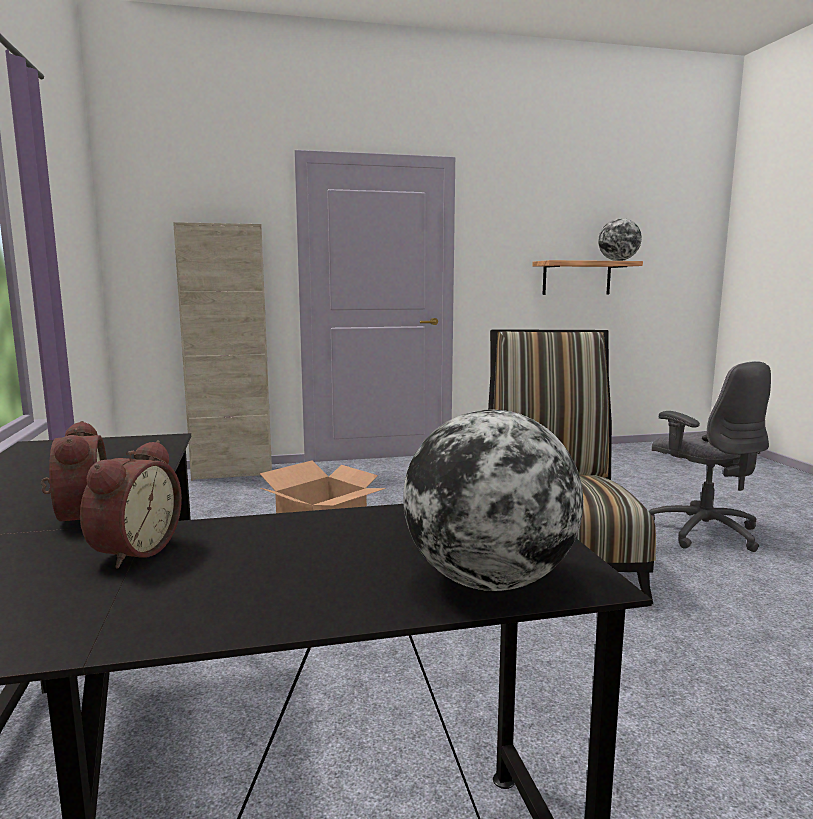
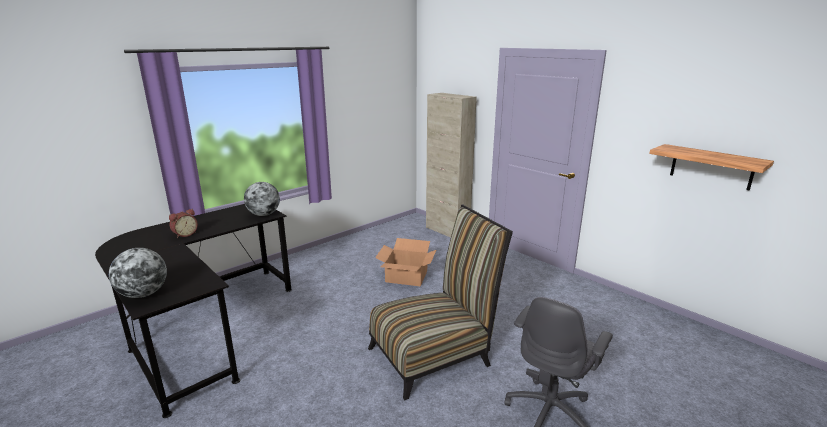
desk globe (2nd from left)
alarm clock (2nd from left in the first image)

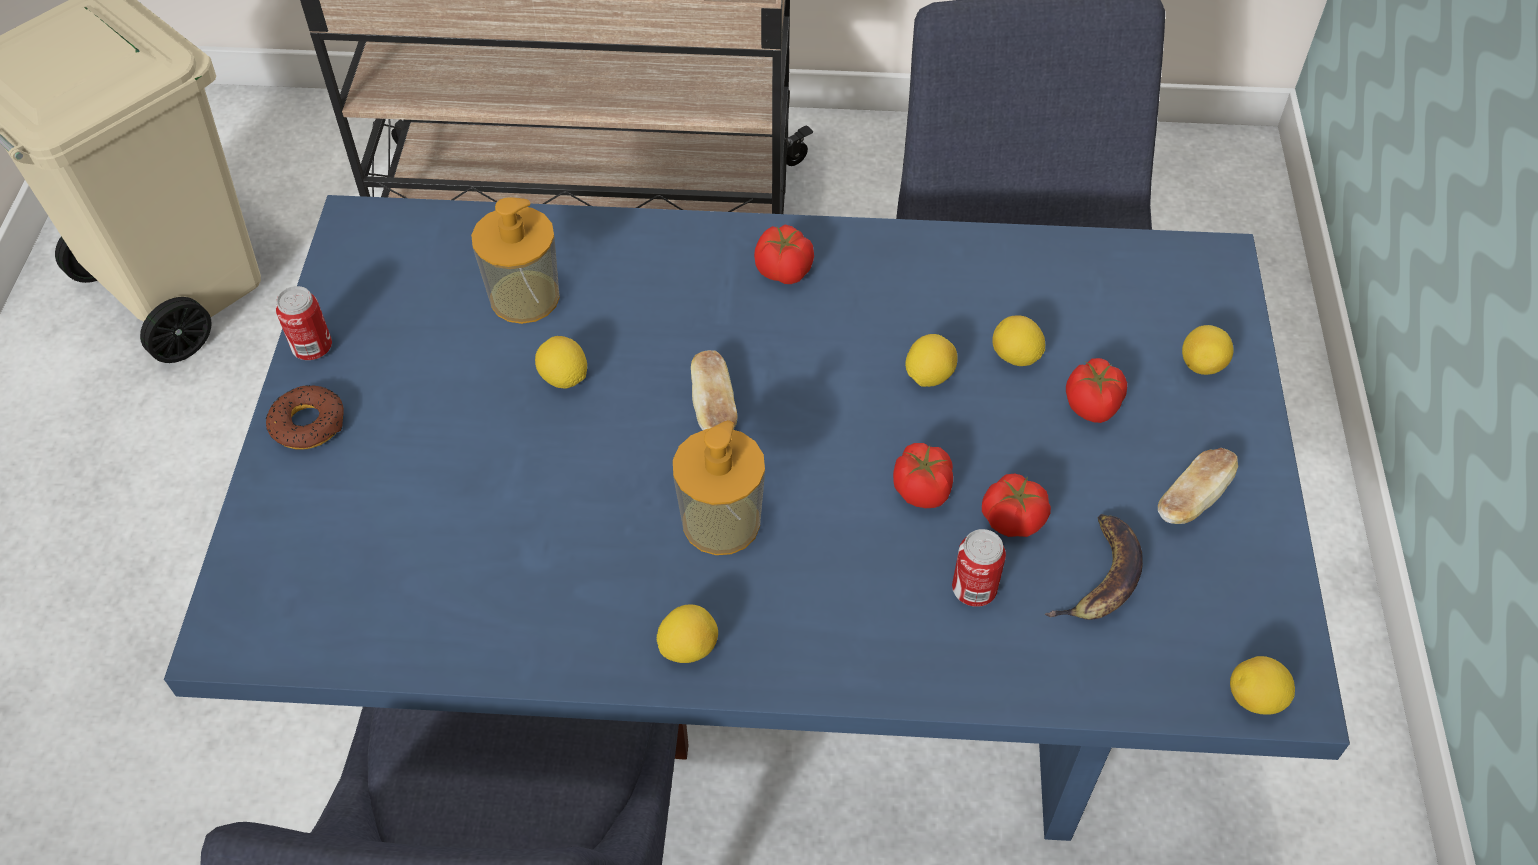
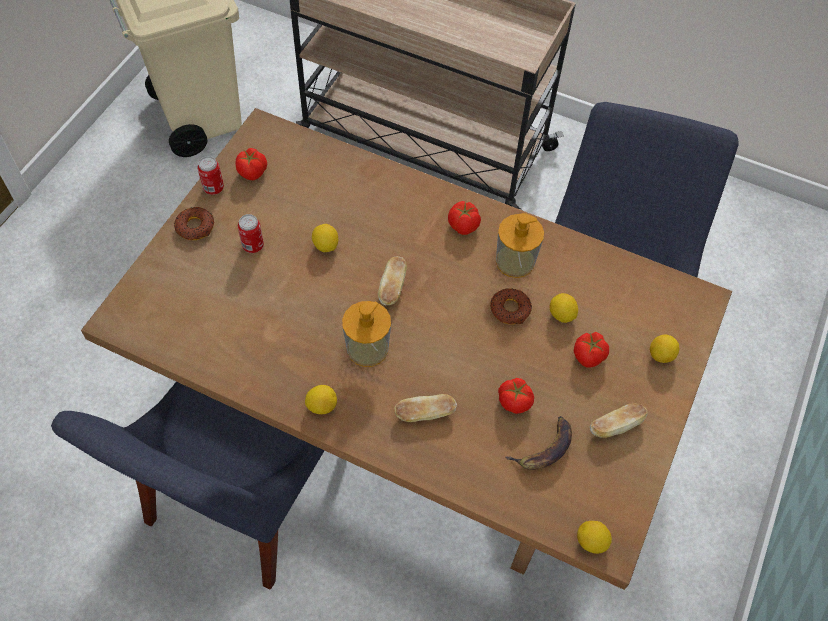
brown-coloured kitchen table
soap dispenser (2nd from left)
donut (2nd from left)
fresh tomato (1st from left)
sealed can (2nd from left)
baked bread (2nd from left)

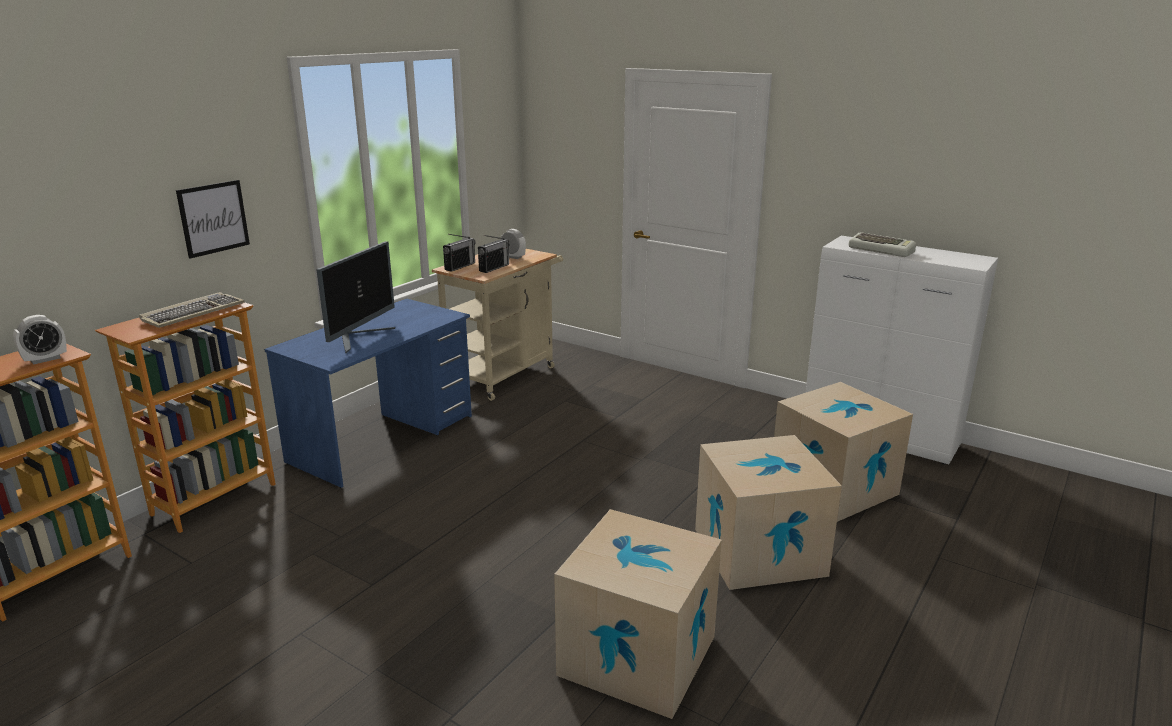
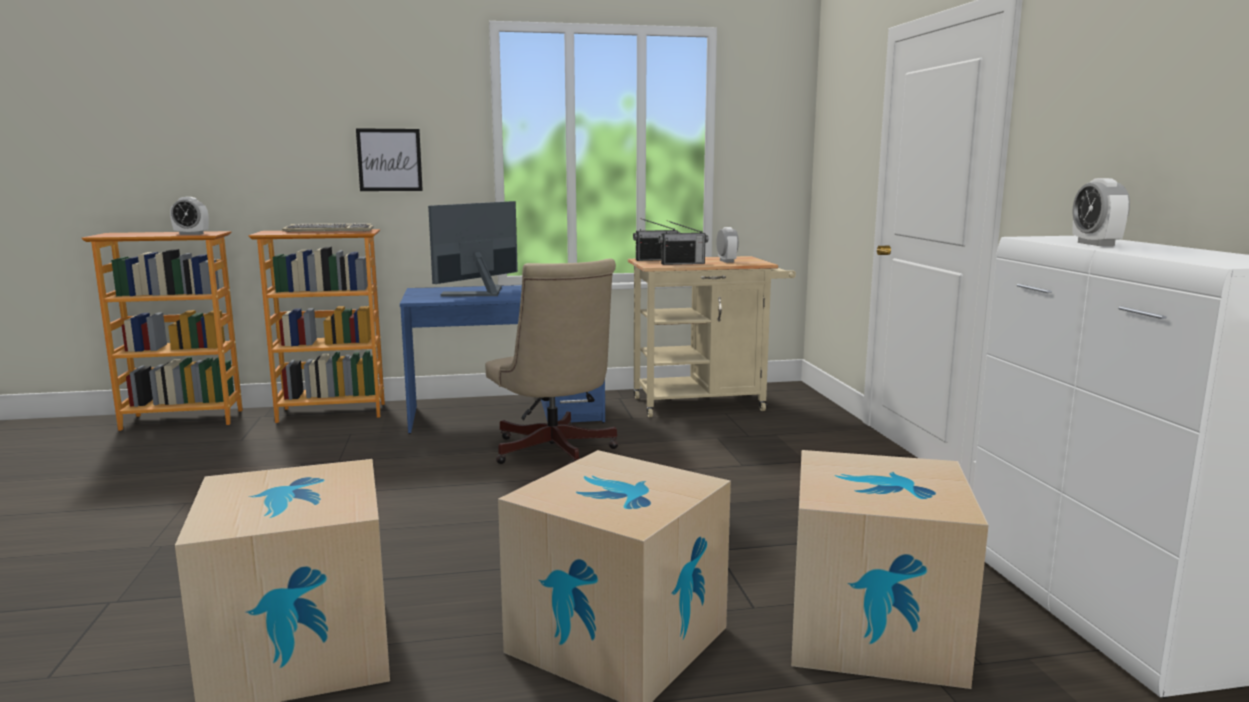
alarm clock (3rd from left)
monitor
beige office chair

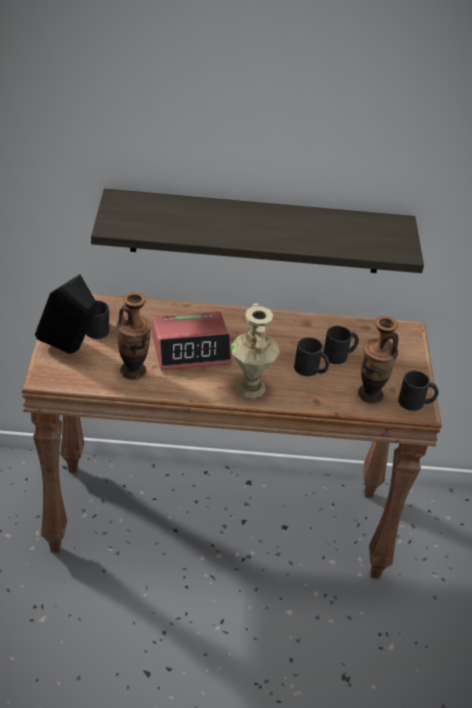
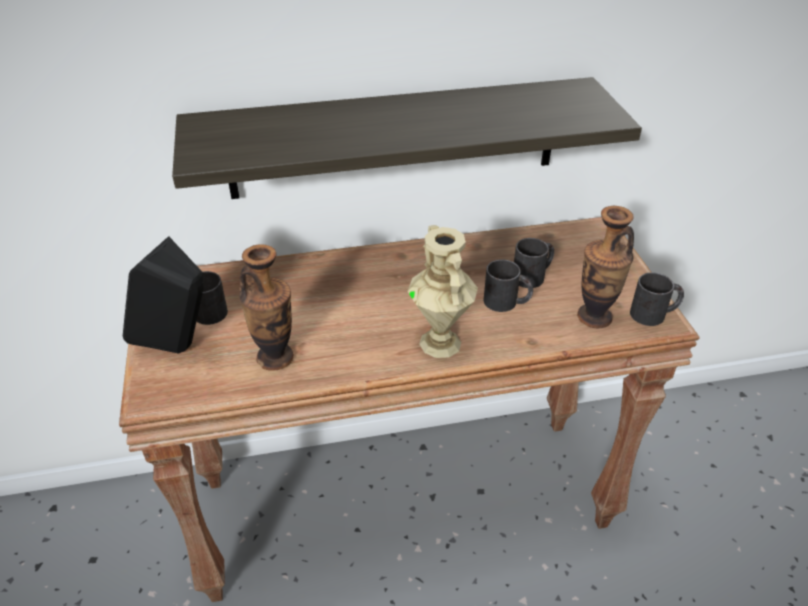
alarm clock

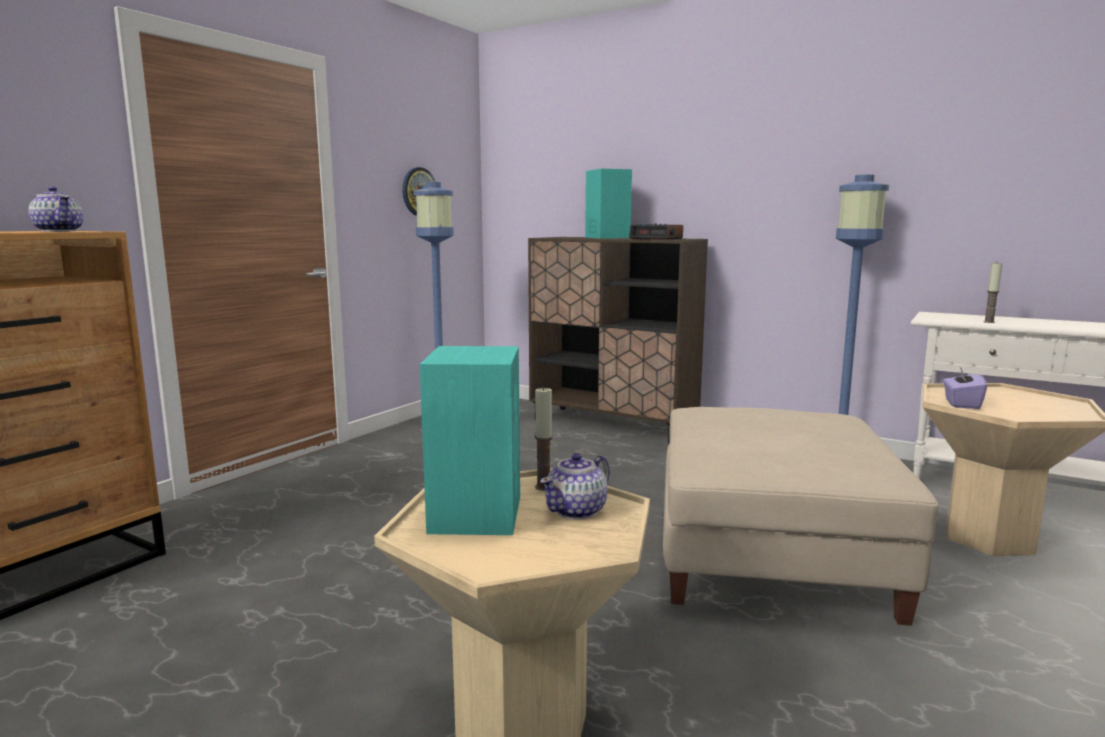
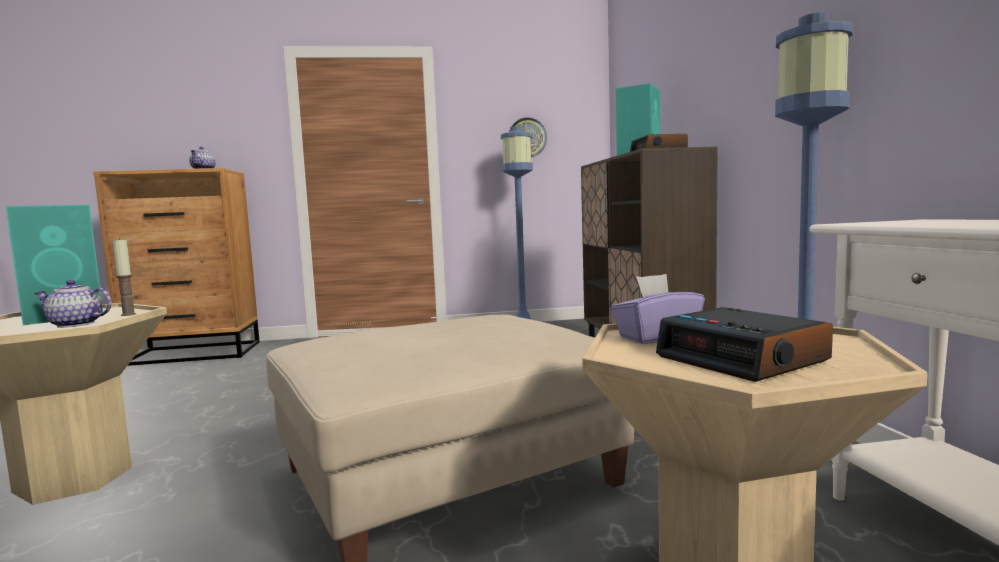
wax candle (2nd from left in the first image)
alarm clock (2nd from left)

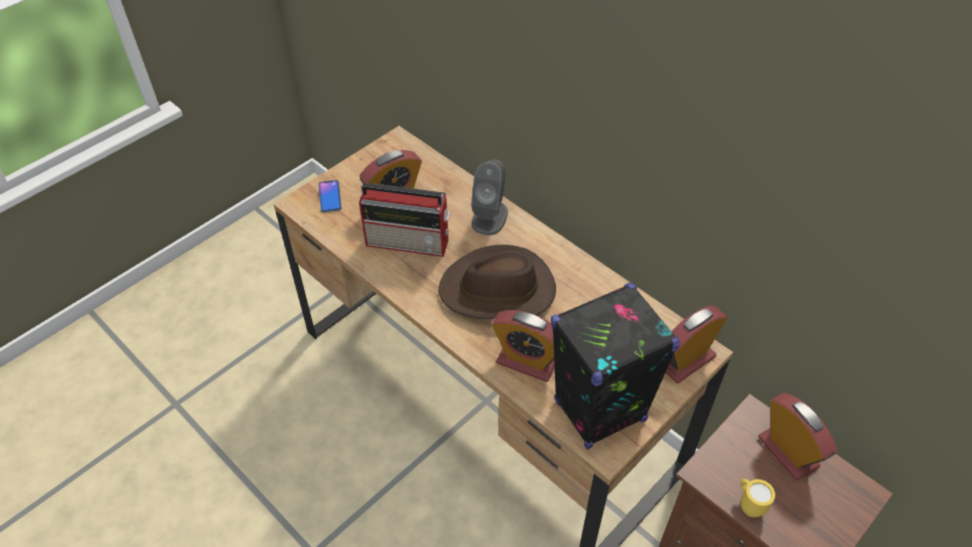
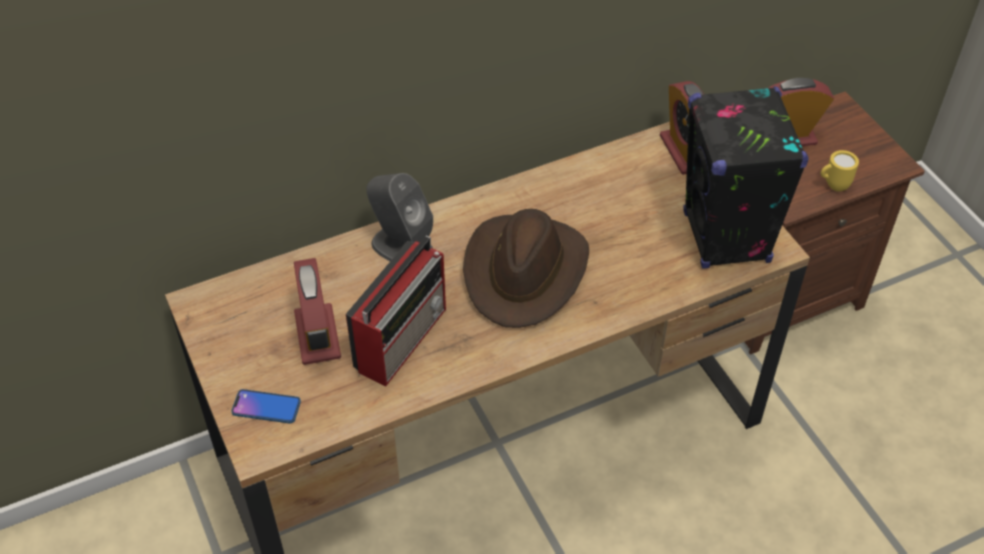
alarm clock (2nd from left in the first image)

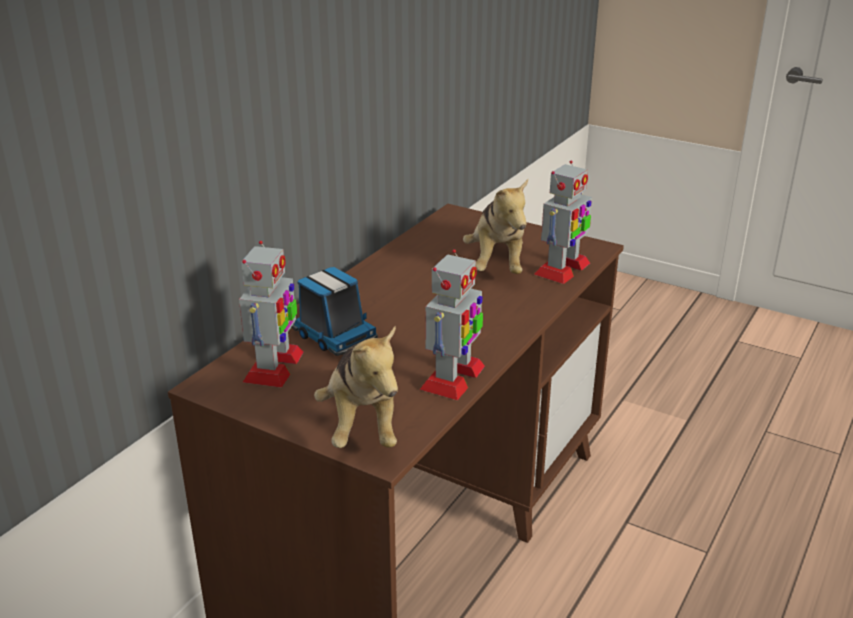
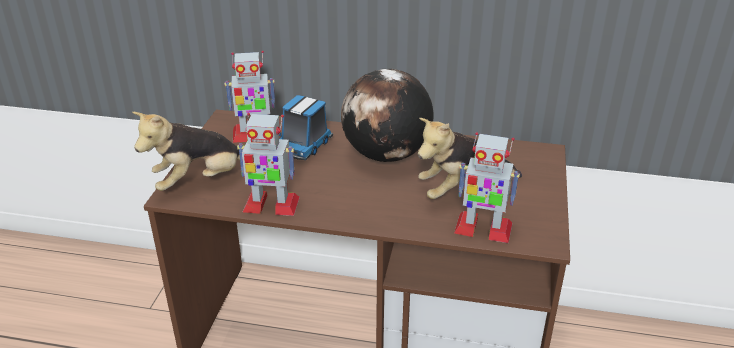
desk globe

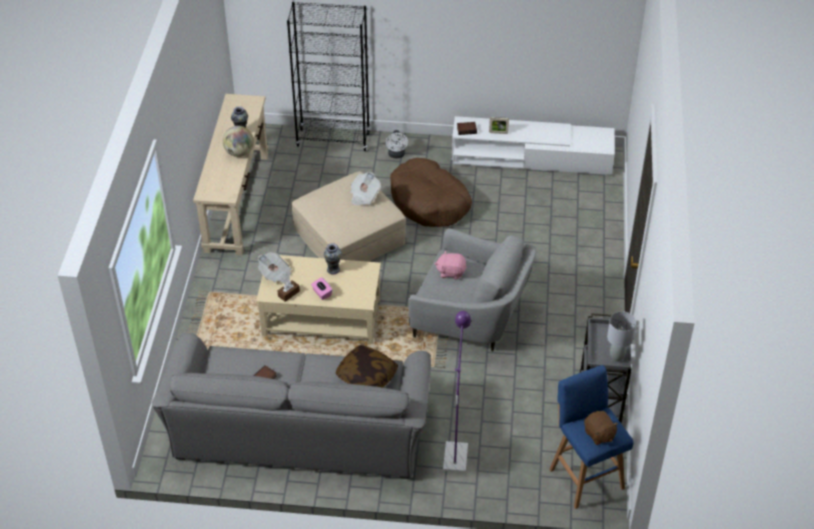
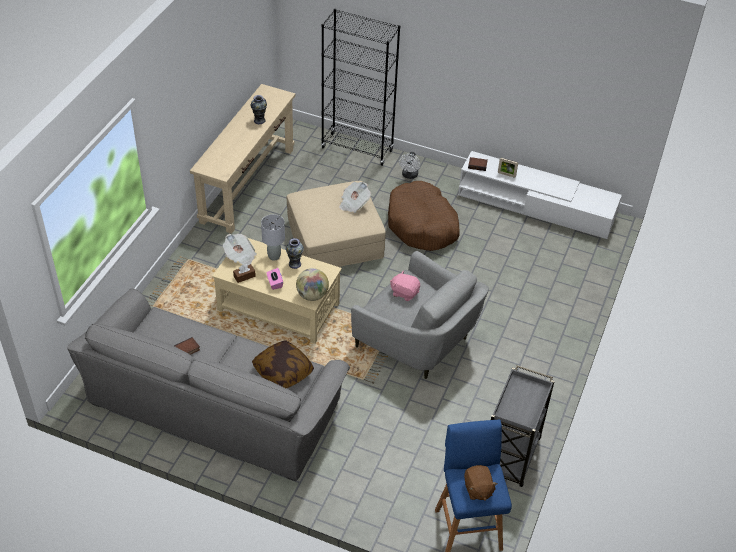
desk globe
purple-coloured standard lamp
gray lamp for a table

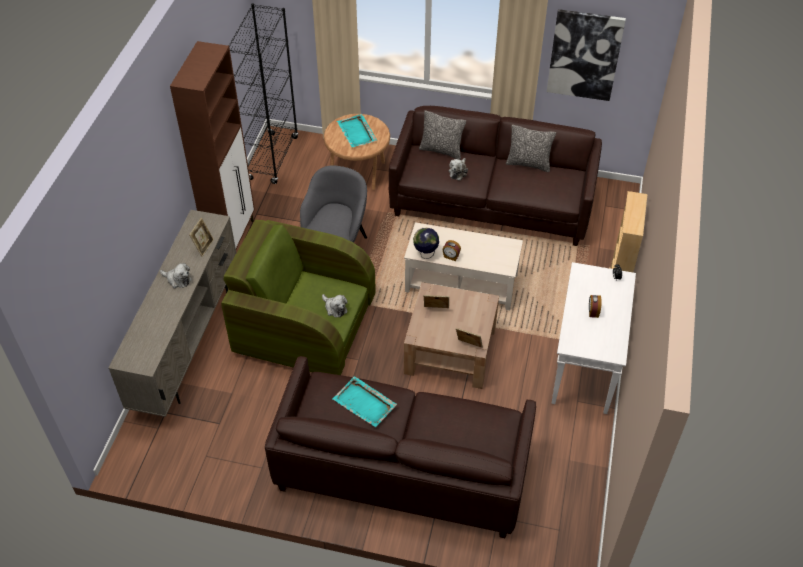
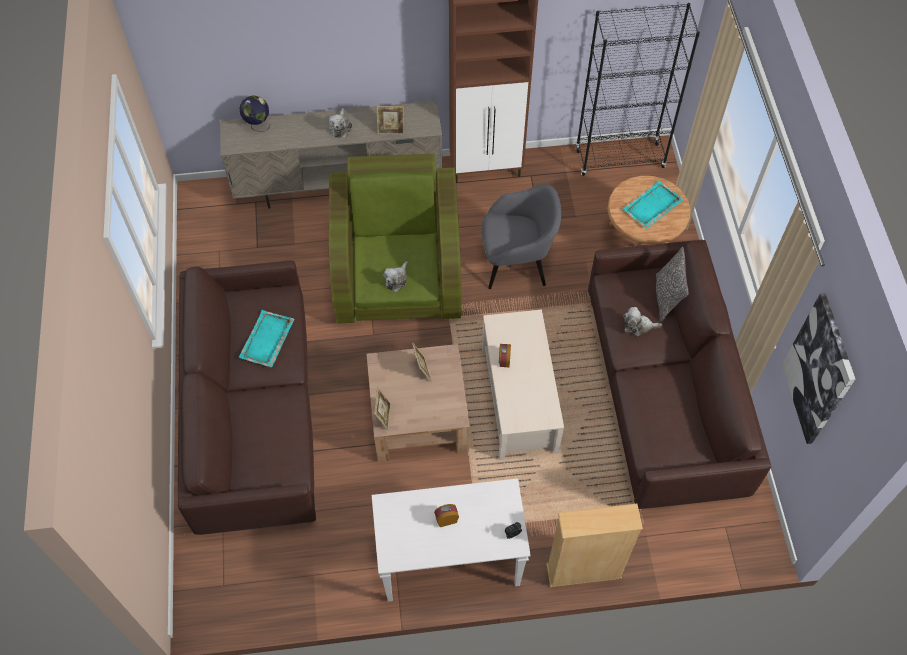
cushion (2nd from left in the first image)
desk globe

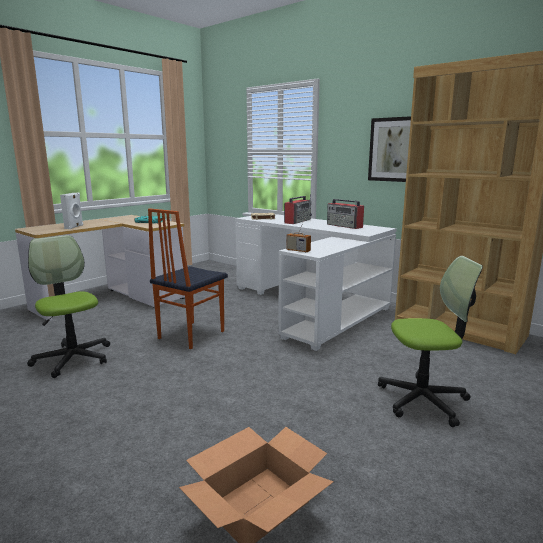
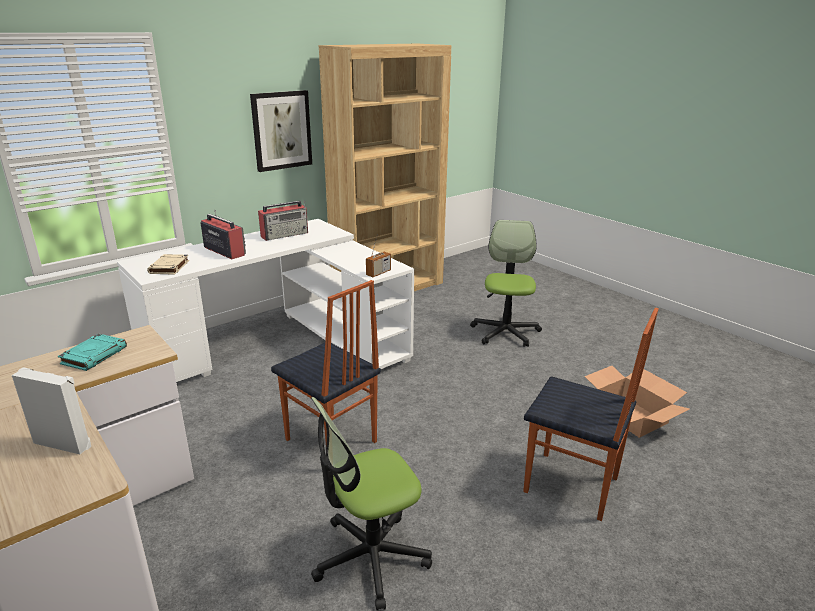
plain chair (2nd from left)

